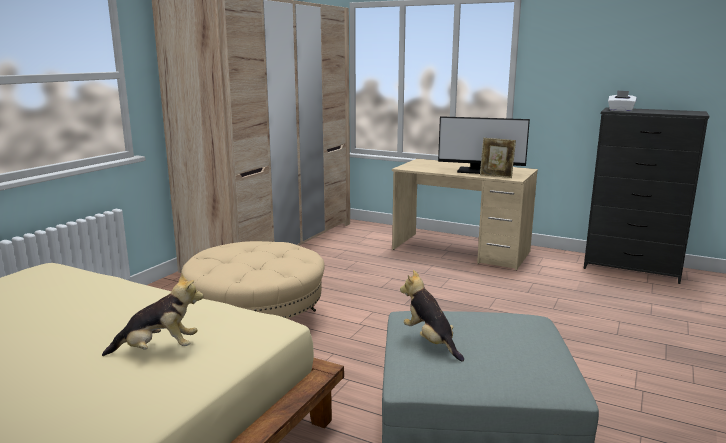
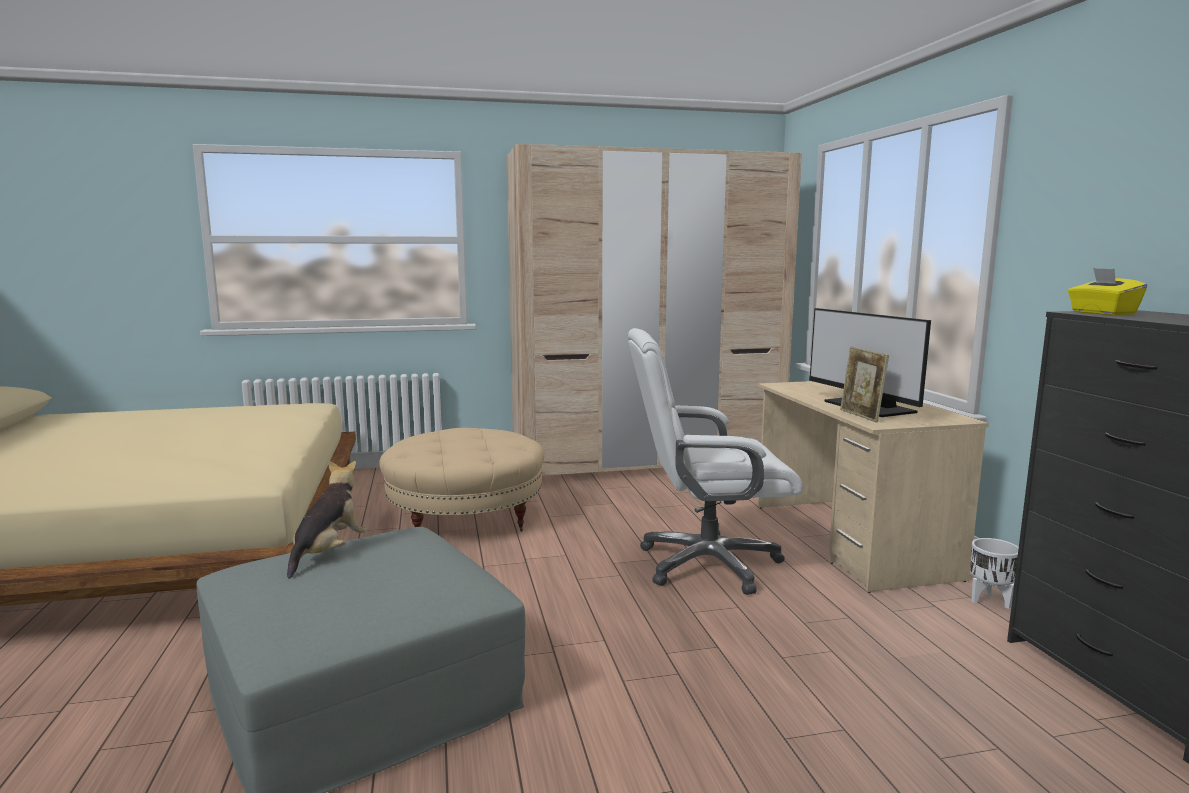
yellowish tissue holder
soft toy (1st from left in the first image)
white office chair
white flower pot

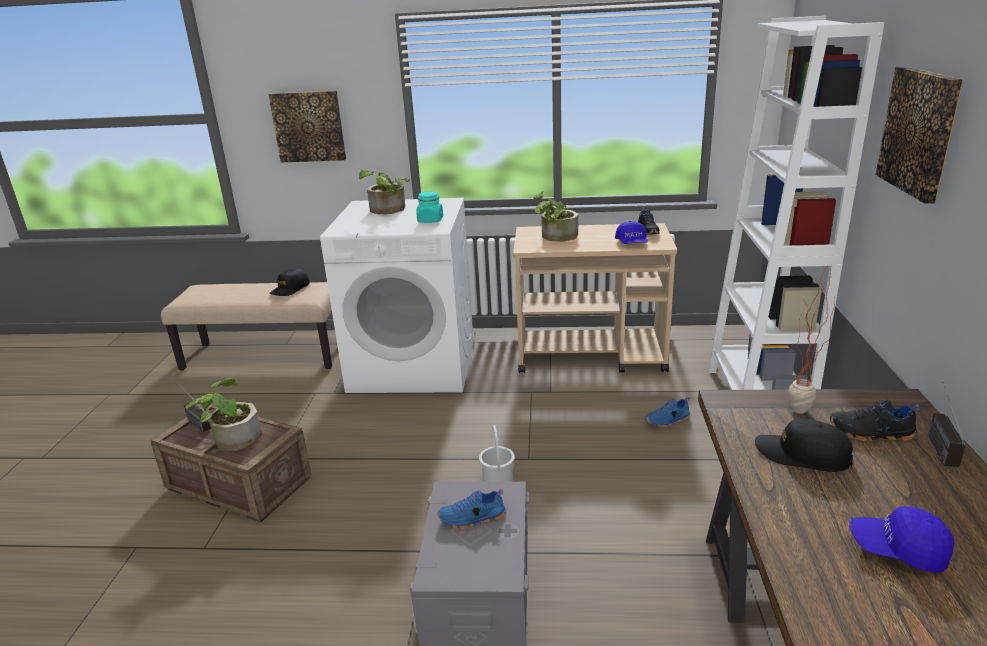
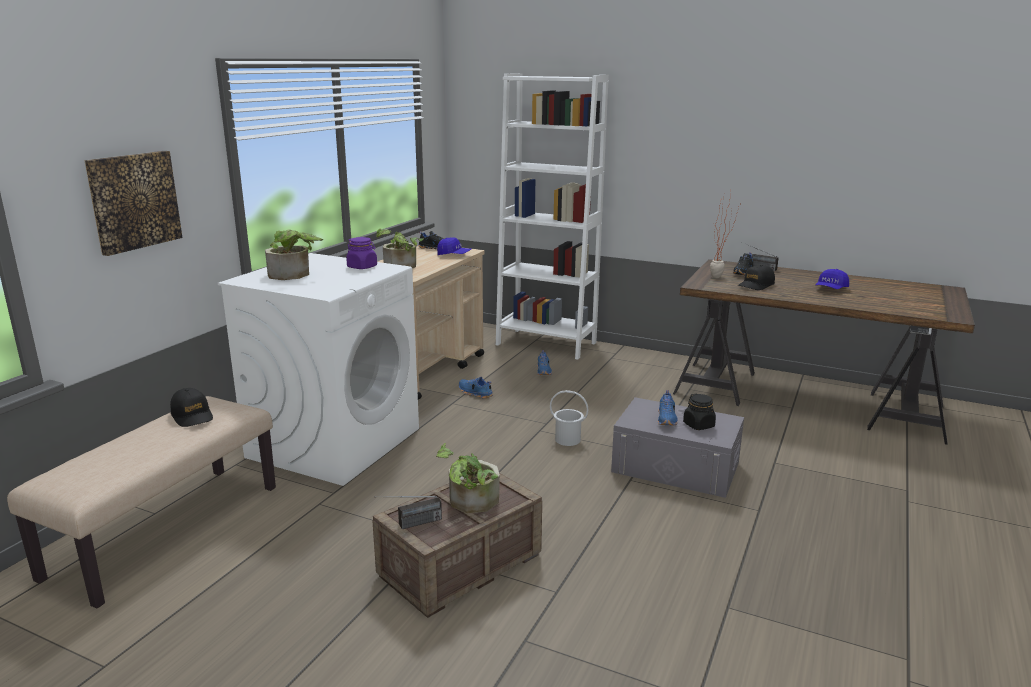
wall art (2nd from left in the first image)
purple-coloured jar
bluish low shoe (1st from left)
blackish jar

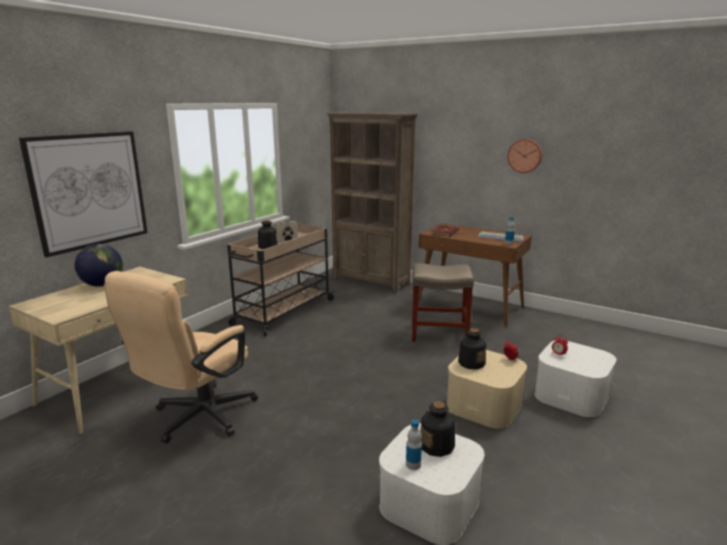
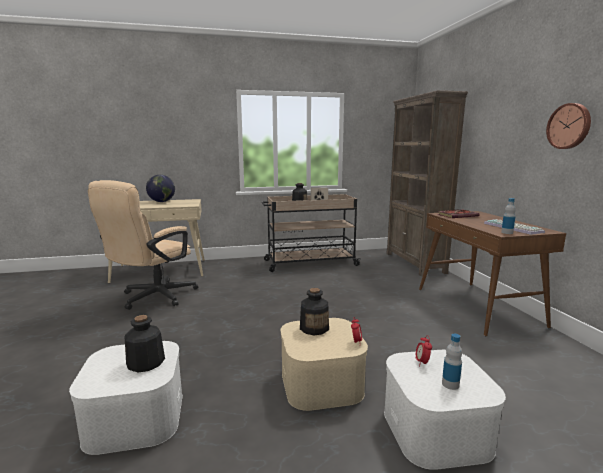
wall art
beige sitting stool
beige office chair
drink bottle (4th from left)

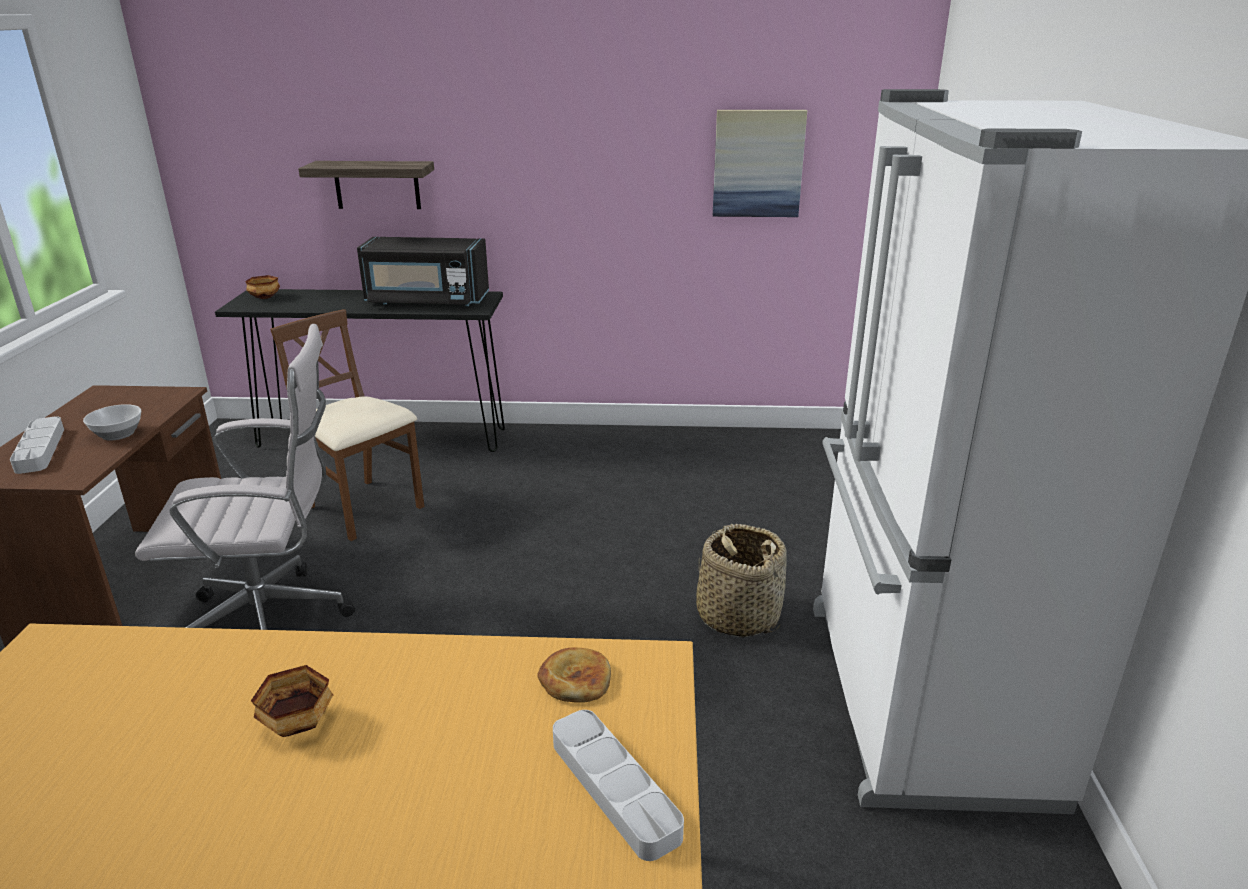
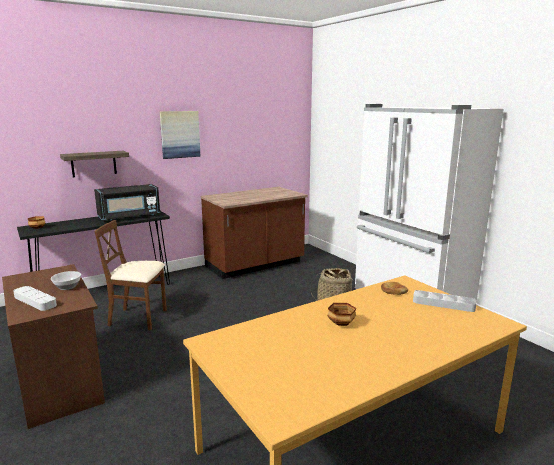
wall art
white office chair
brown-coloured kitchen base unit

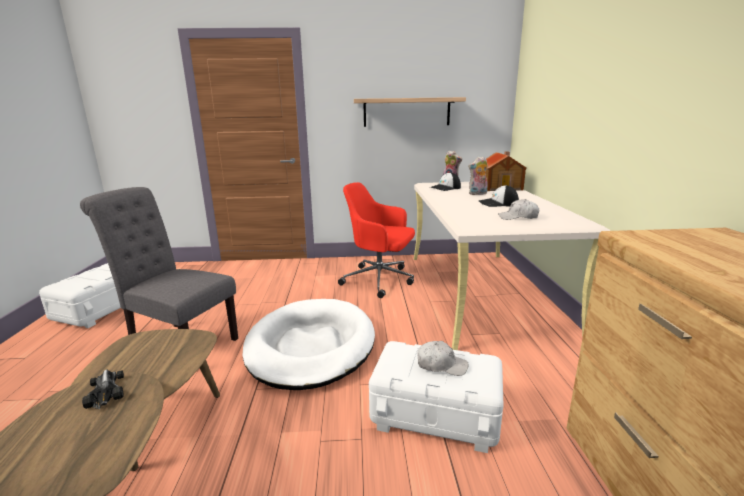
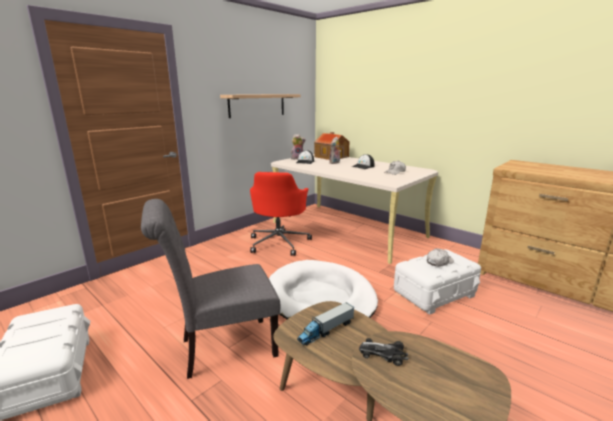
reddish office chair
model truck

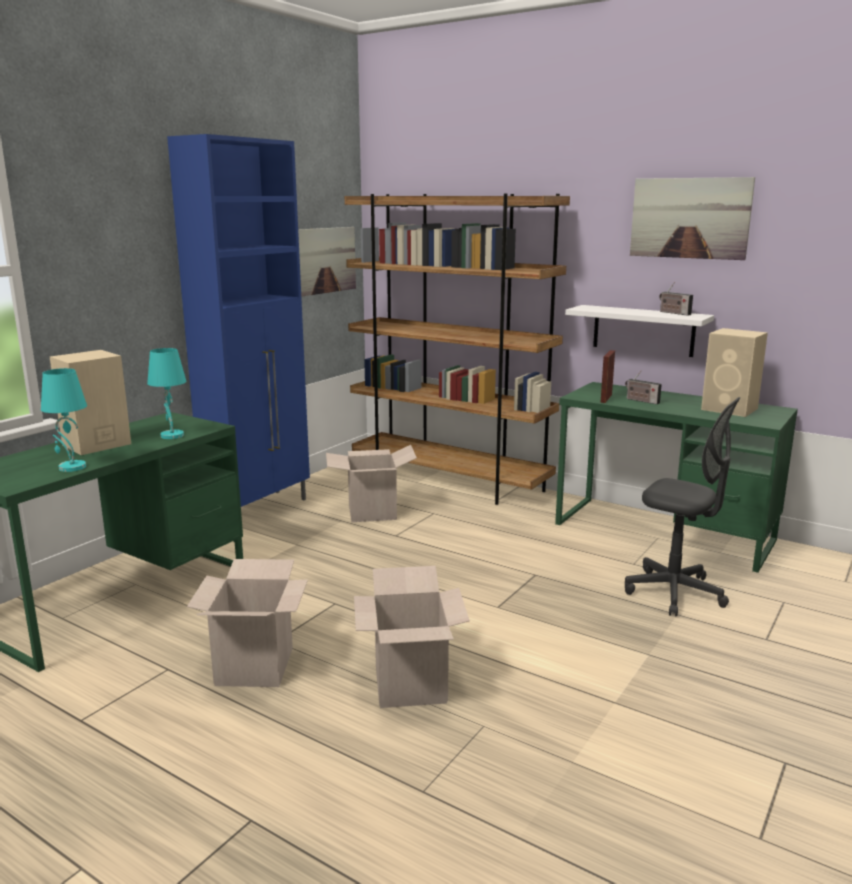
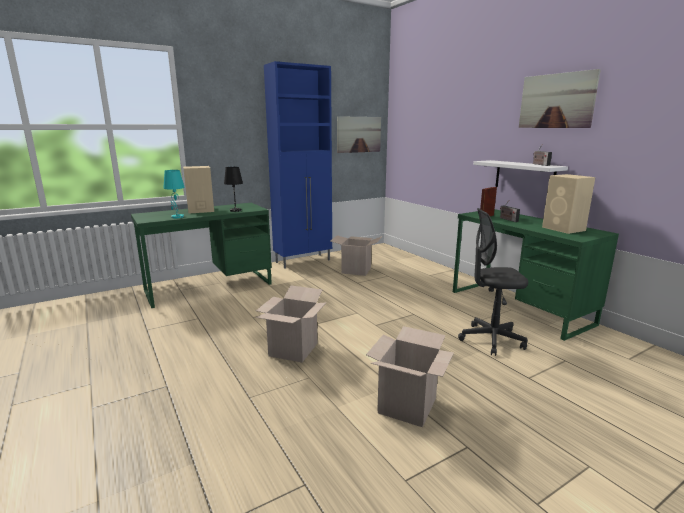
brown-coloured bookcase
blackish lamp for a table
gray office chair
cardboard box (3rd from left)

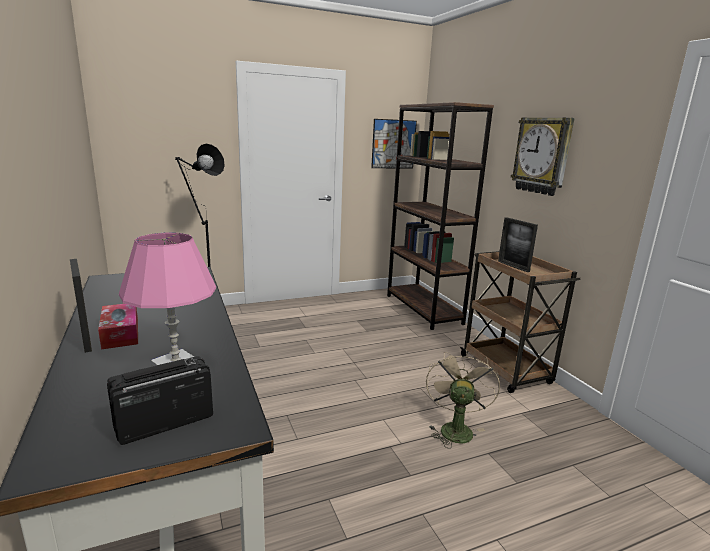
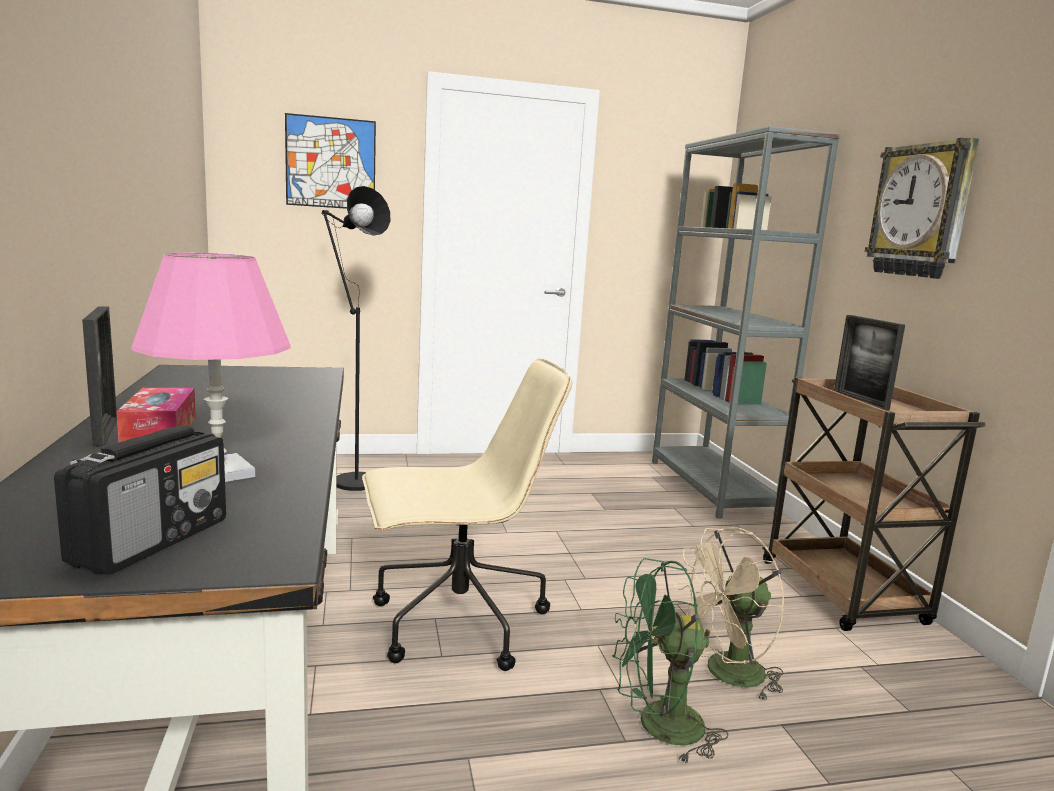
gray bookcase
wall art
beige fan
radio
beige office chair
greenish fan

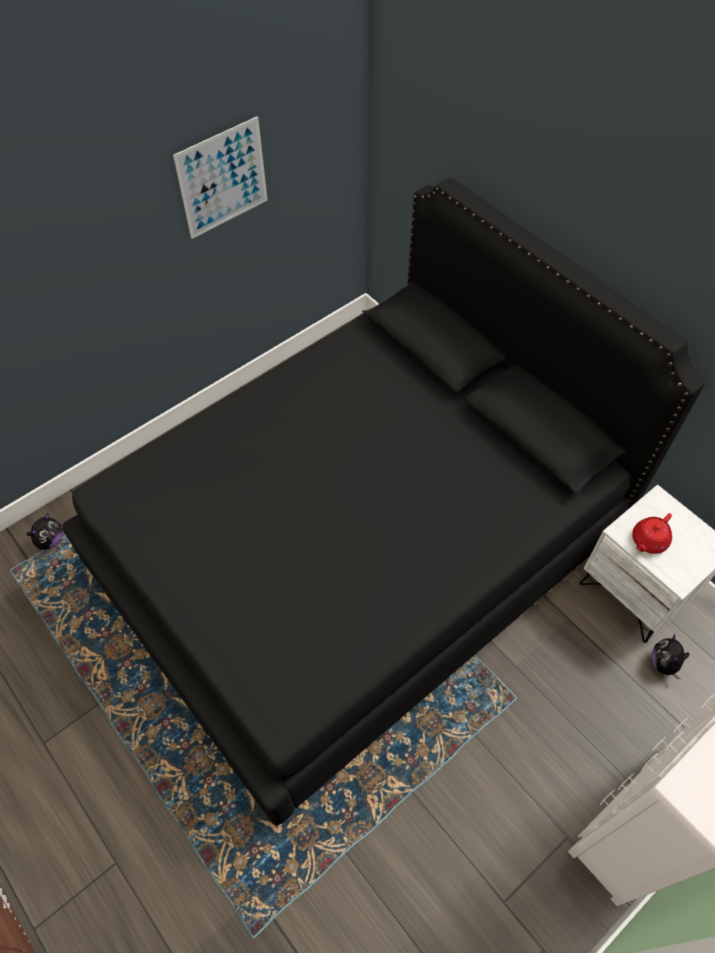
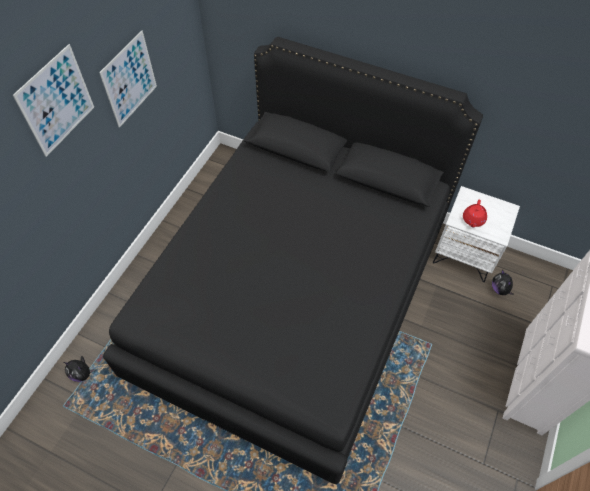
soft toy (1st from left)
wall art (1st from left)

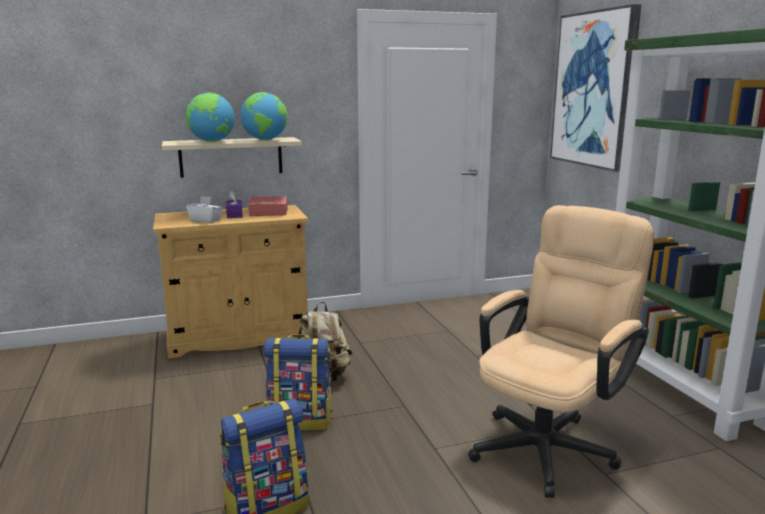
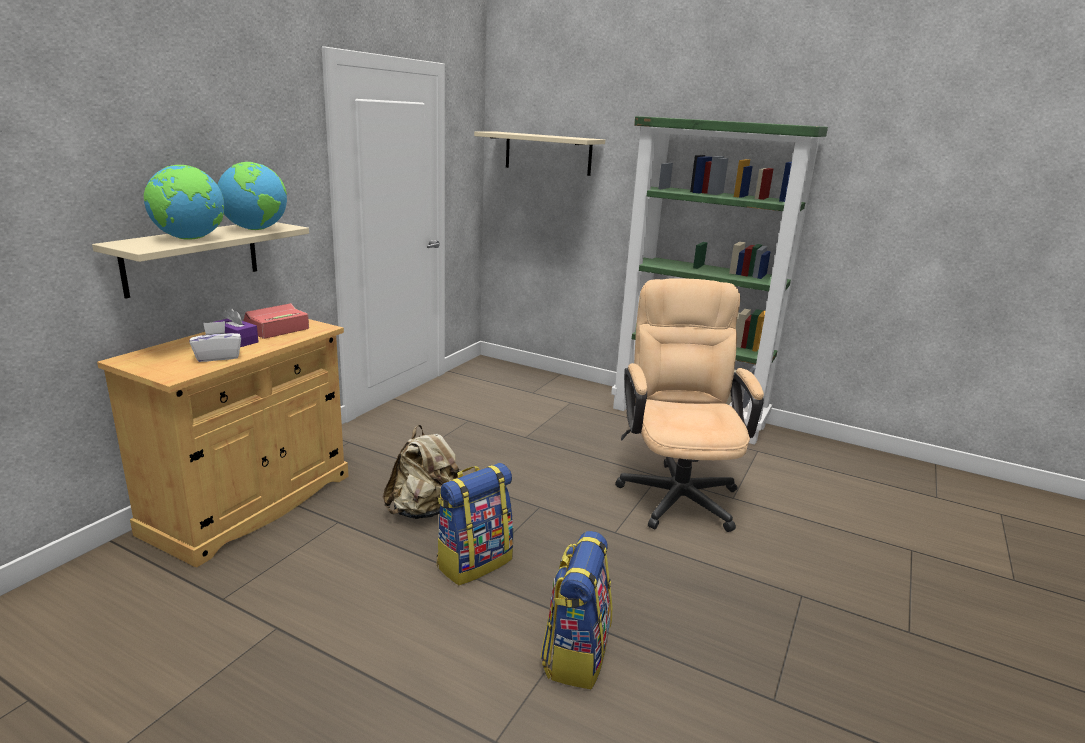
beige bracket shelf (2nd from left)

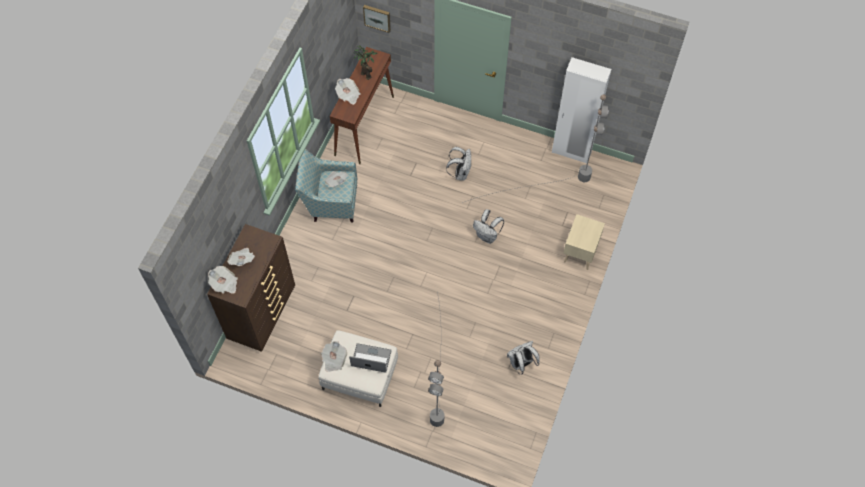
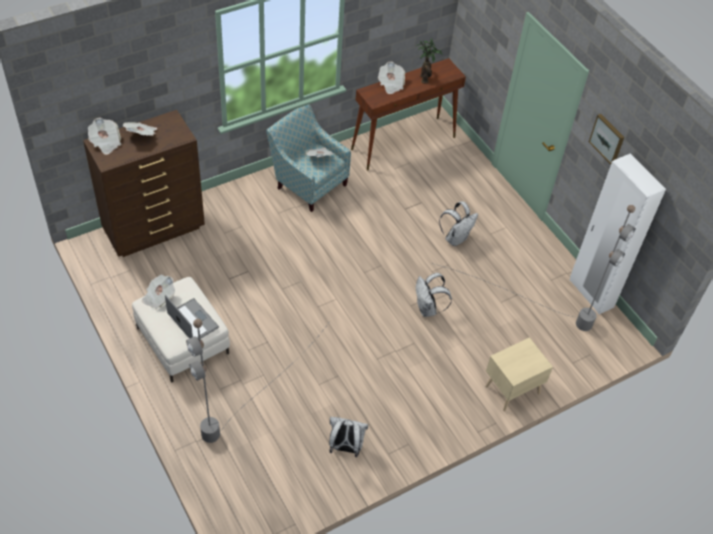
wall art

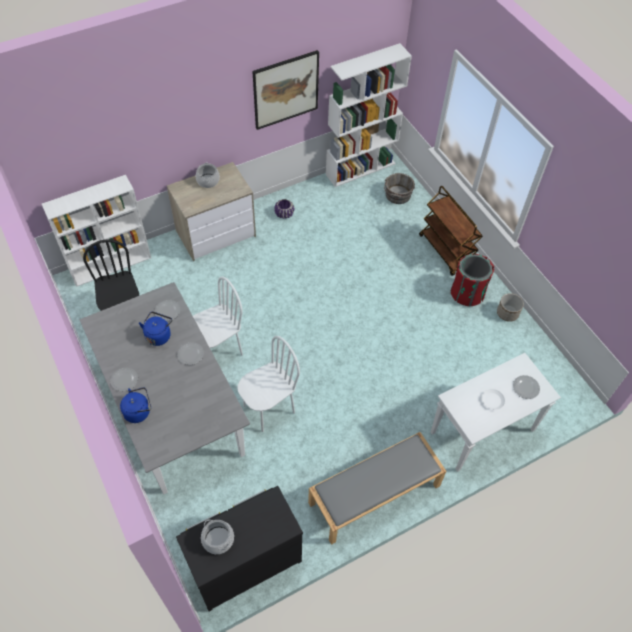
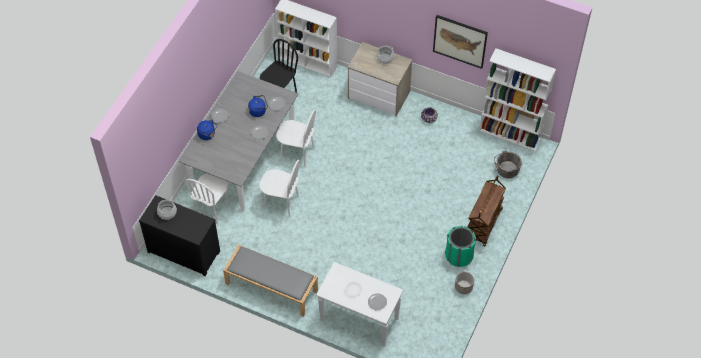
greenish waste bin
white plain chair (1st from left)

